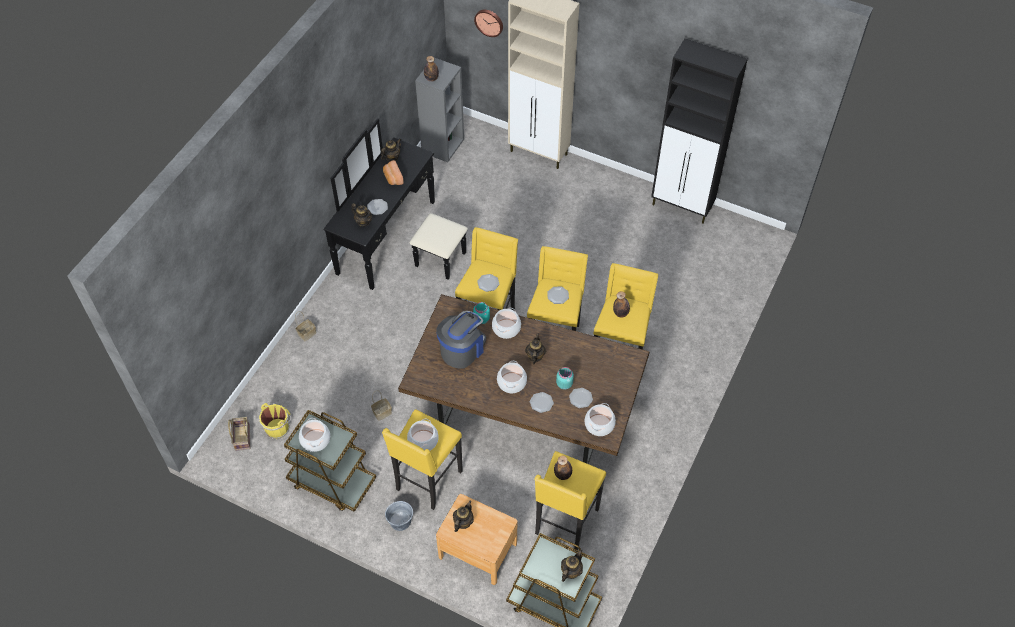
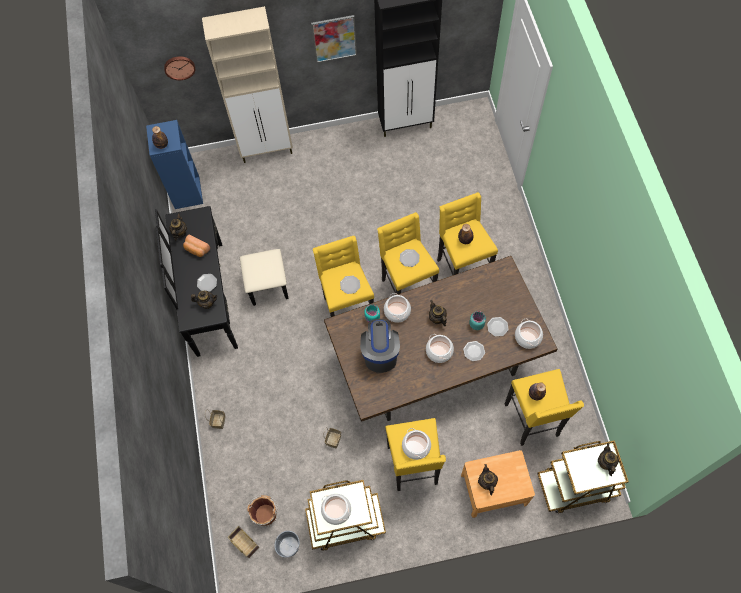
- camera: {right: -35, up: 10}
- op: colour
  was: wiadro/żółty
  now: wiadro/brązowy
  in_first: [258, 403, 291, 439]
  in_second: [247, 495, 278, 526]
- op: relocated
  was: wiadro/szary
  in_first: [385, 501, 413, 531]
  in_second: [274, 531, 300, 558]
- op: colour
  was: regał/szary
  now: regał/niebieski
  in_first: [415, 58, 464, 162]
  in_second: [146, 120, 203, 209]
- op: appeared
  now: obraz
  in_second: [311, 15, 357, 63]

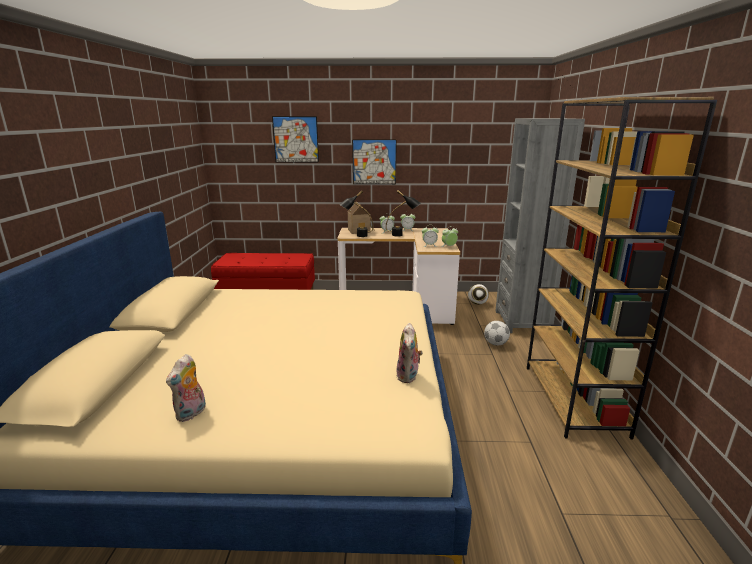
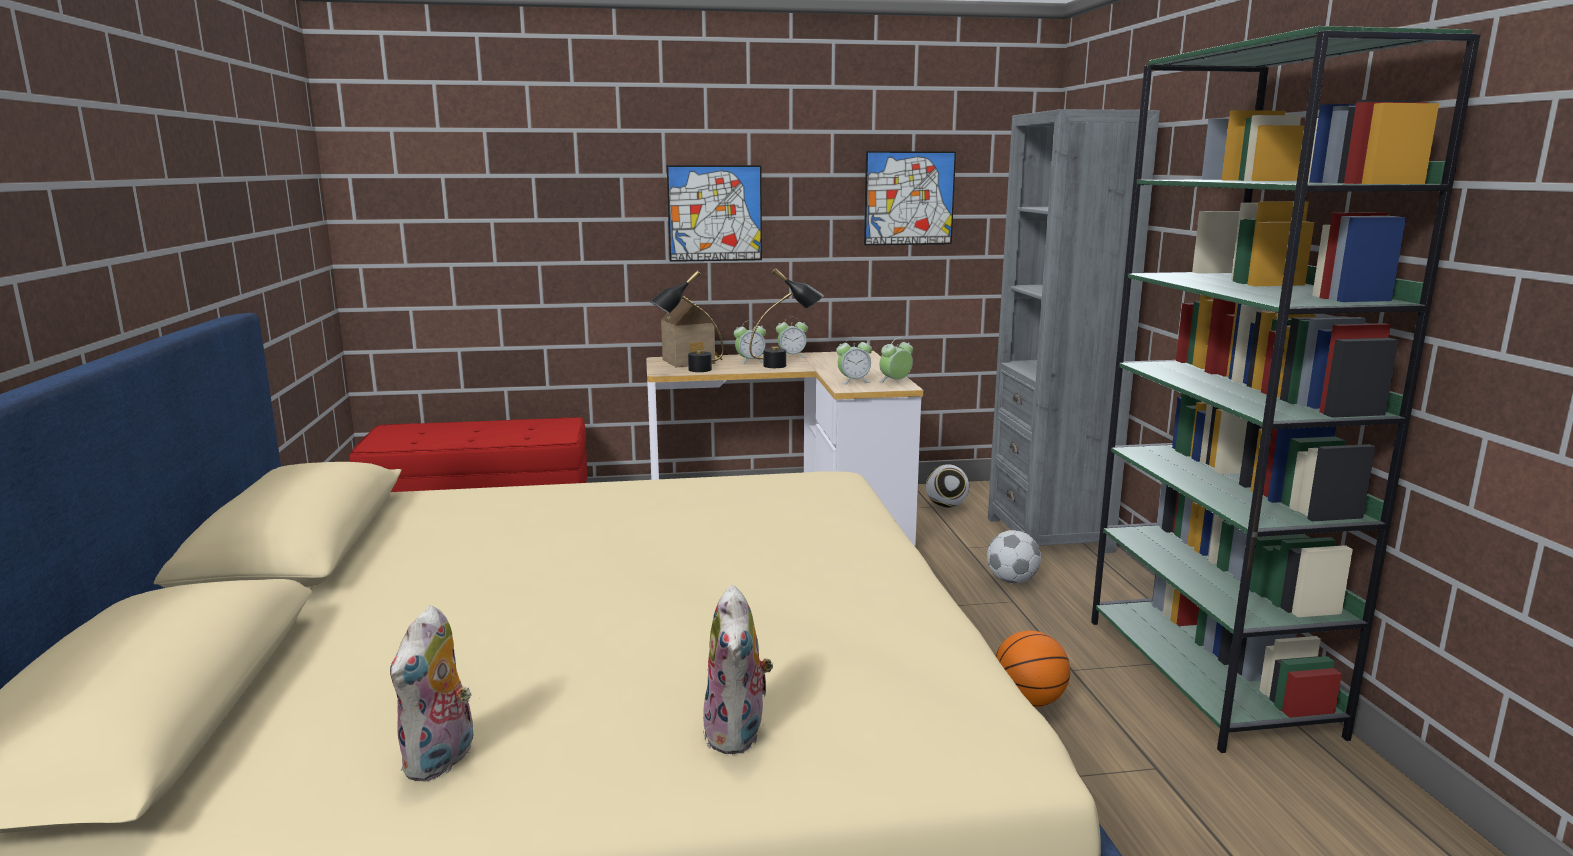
- camera: {right: -10, up: -5}
- op: relocated
  was: obraz
  in_first: [272, 116, 319, 163]
  in_second: [864, 151, 956, 245]
- op: relocated
  was: pluszak
  in_first: [396, 323, 423, 383]
  in_second: [703, 585, 773, 755]
- op: colour
  was: regał/brązowy
  now: regał/zielony
  in_first: [527, 97, 717, 440]
  in_second: [1091, 26, 1481, 753]
- op: appeared
  now: piłka do koszykówki
  in_second: [995, 631, 1070, 707]

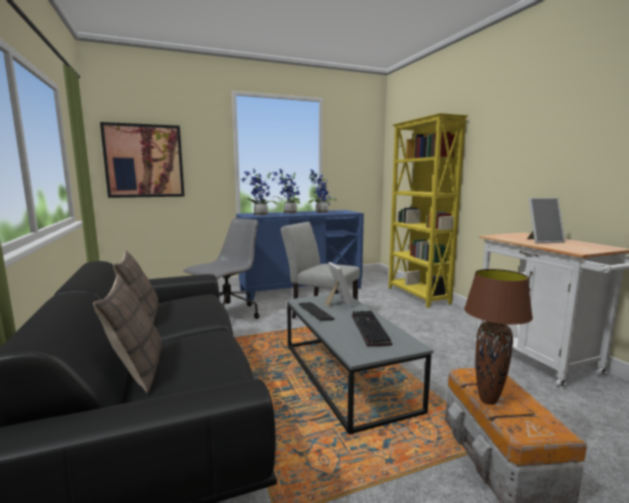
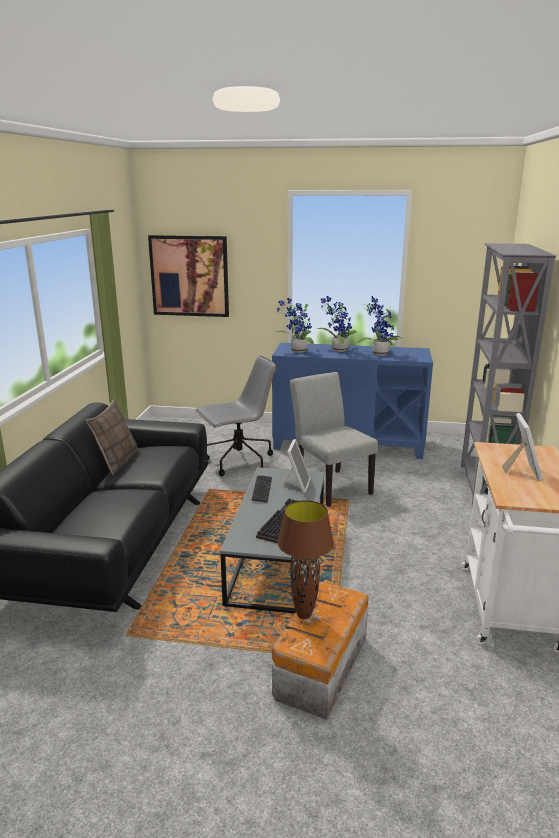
- camera: {right: 30, up: 10}
- op: missing
  was: poduszka
  in_first: [93, 274, 162, 393]
- op: colour
  was: regał/żółty
  now: regał/szary
  in_first: [388, 113, 468, 308]
  in_second: [461, 243, 556, 507]
- op: spun
  was: ramka na zdjęcie
  in_first: [527, 198, 565, 243]
  in_second: [502, 413, 543, 481]
  clockwise: -105

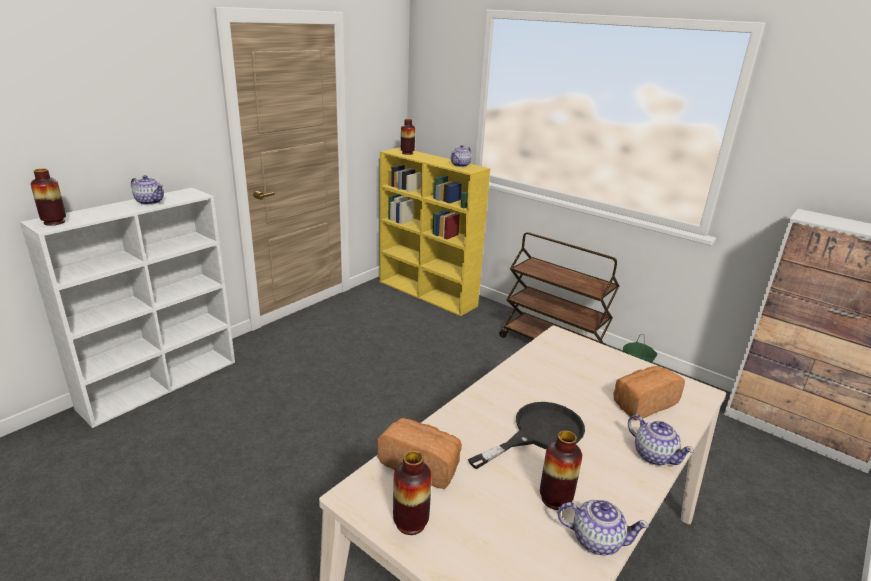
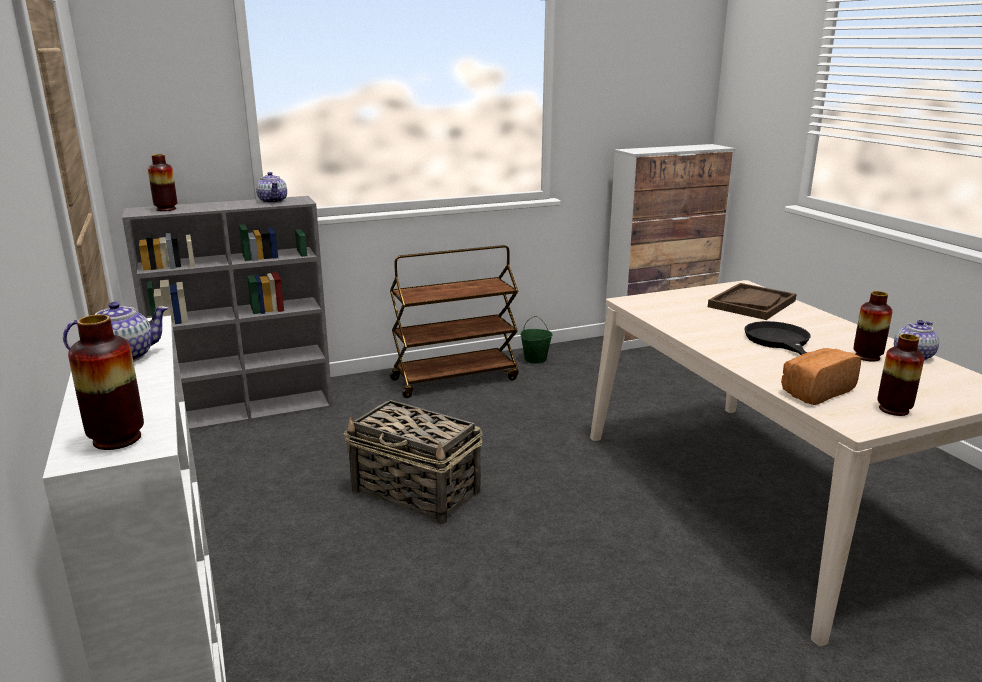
- camera: {right: -60, up: -5}
- op: colour
  was: regał/żółty
  now: regał/szary
  in_first: [379, 147, 490, 316]
  in_second: [122, 196, 333, 431]
- op: exchanged
  was: chleb
  now: taca/brązowy
  in_first: [613, 366, 685, 420]
  in_second: [708, 283, 796, 320]
- op: missing
  was: imbryk
  in_first: [628, 414, 694, 466]
- op: appeared
  now: koszyk
  in_second: [344, 400, 483, 525]

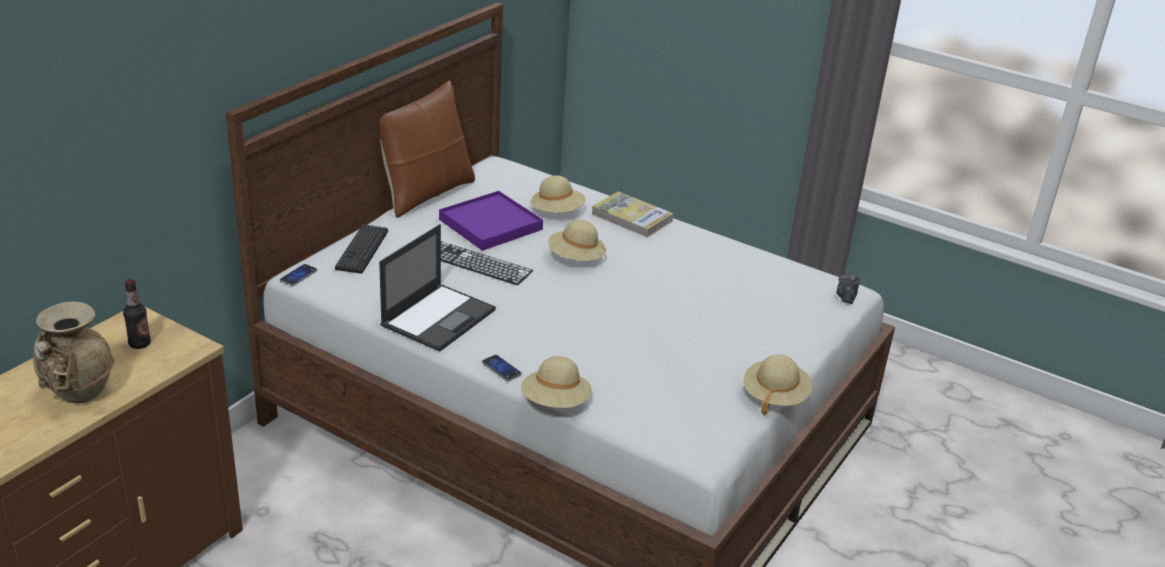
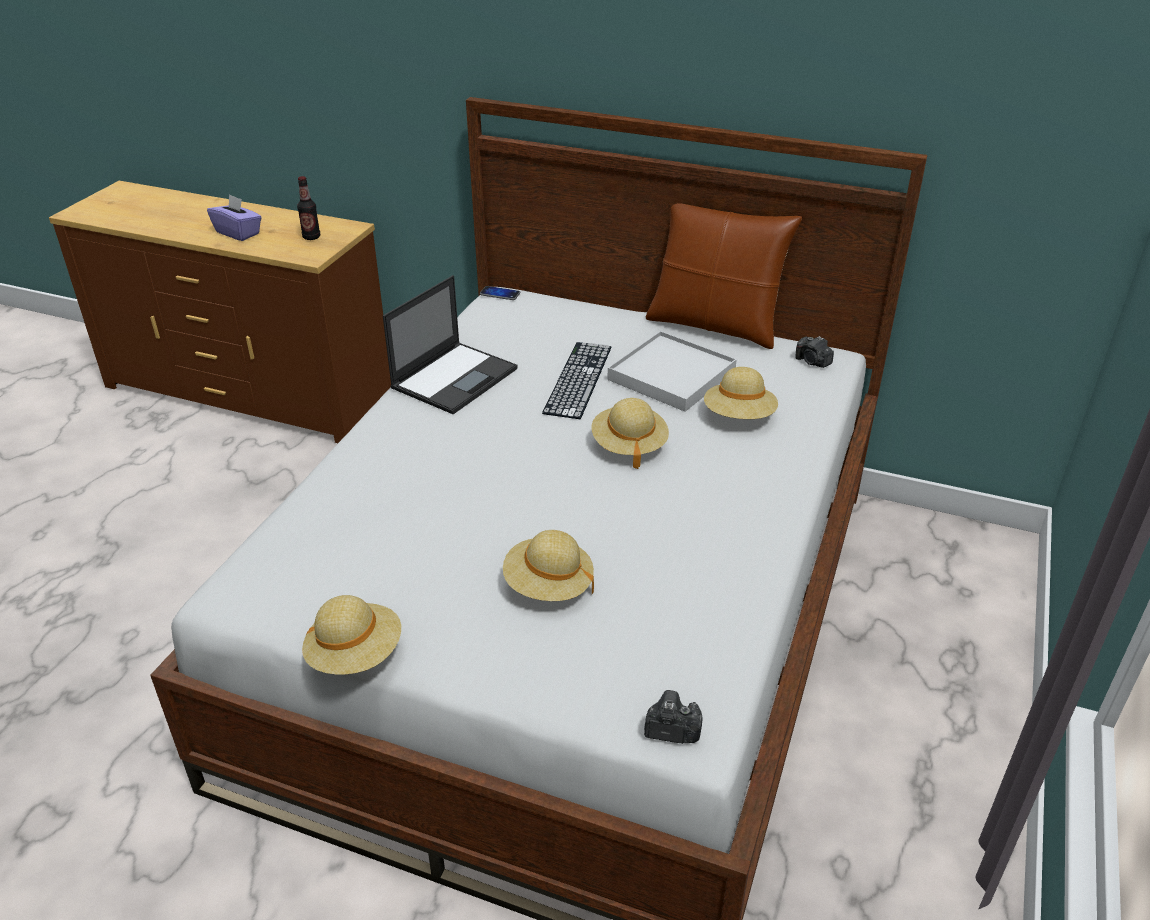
- camera: {right: 80, up: 5}
- op: exchanged
  was: wazon/beżowy
  now: pudełko chusteczek/fioletowy
  in_first: [33, 302, 114, 403]
  in_second: [207, 194, 262, 241]
- op: missing
  was: klawiatura
  in_first: [335, 224, 388, 273]
- op: spun
  was: laptop
  in_first: [379, 224, 496, 352]
  in_second: [383, 275, 518, 414]
  clockwise: -75
- op: colour
  was: taca/fioletowy
  now: taca/biały
  in_first: [439, 191, 543, 251]
  in_second: [607, 331, 737, 412]
- op: missing
  was: telefon
  in_first: [482, 355, 522, 381]
- op: relocated
  was: kapelusz/beżowy
  in_first: [521, 356, 592, 408]
  in_second: [503, 530, 594, 601]
- op: missing
  was: książka
  in_first: [592, 191, 673, 238]
- op: appeared
  now: aparat fotograficzny
  in_second: [796, 336, 834, 368]

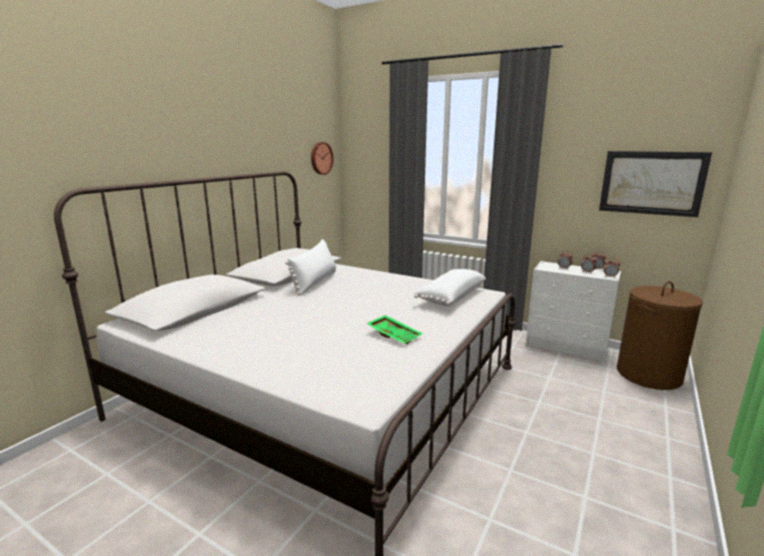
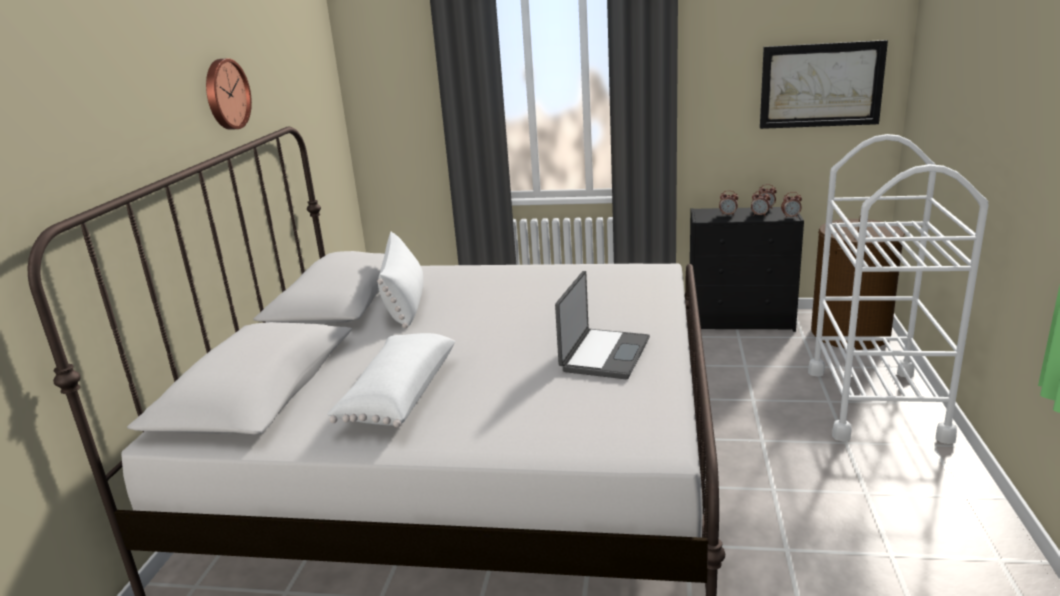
- camera: {right: -20, up: 5}
- op: relocated
  was: zegar ścienny
  in_first: [311, 142, 333, 175]
  in_second: [206, 58, 252, 130]
- op: exchanged
  was: taca/zielony
  now: laptop
  in_first: [366, 315, 423, 344]
  in_second: [555, 271, 650, 379]
- op: relocated
  was: poduszka/biały
  in_first: [413, 269, 486, 306]
  in_second: [327, 333, 455, 427]
- op: colour
  was: komoda/biały
  now: komoda/czarny
  in_first: [526, 261, 621, 364]
  in_second: [690, 207, 804, 332]
- op: appeared
  now: wózek/biały
  in_second: [808, 134, 989, 444]

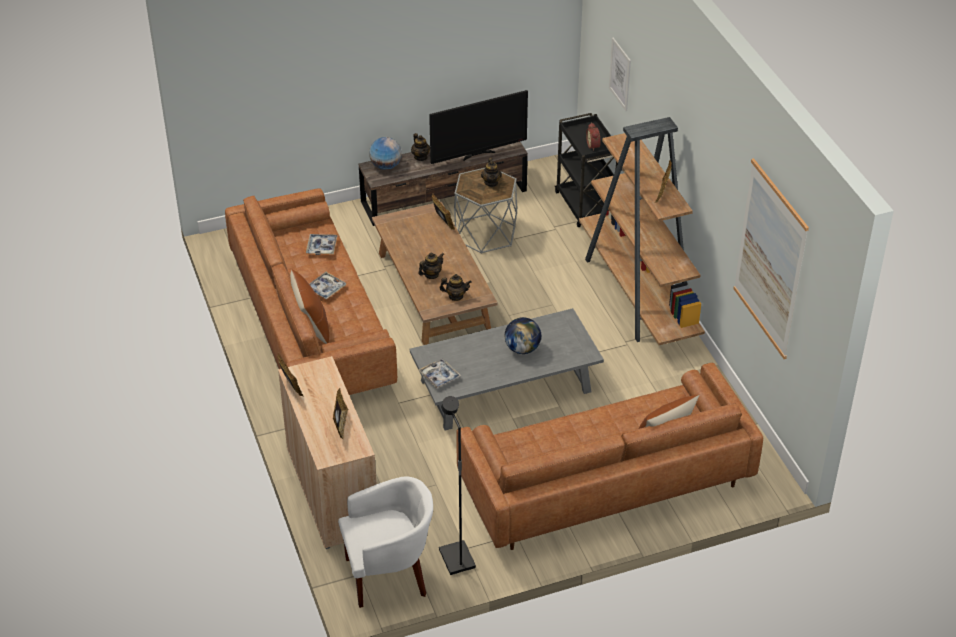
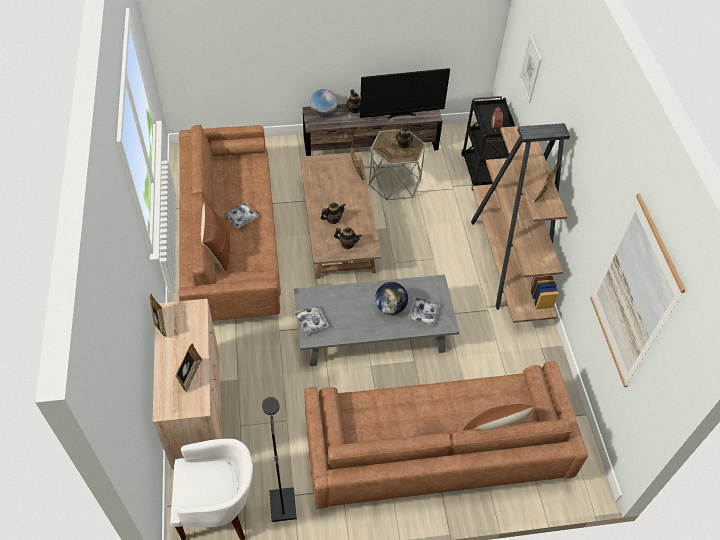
- camera: {right: 10, up: 10}
- op: relocated
  was: taca
  in_first: [306, 234, 338, 255]
  in_second: [408, 297, 440, 325]

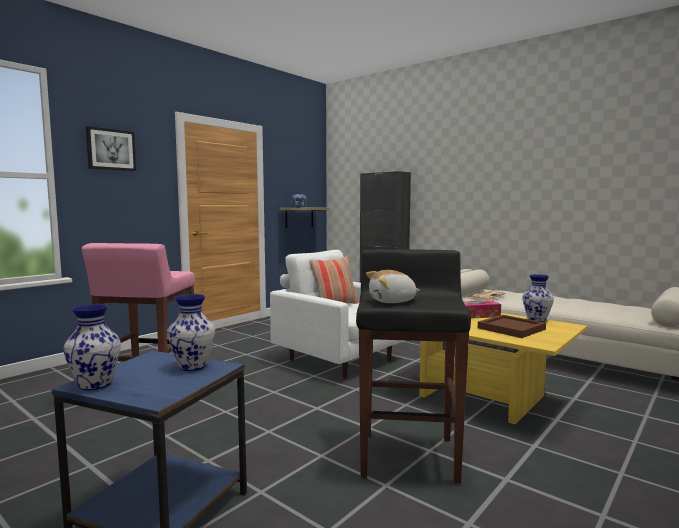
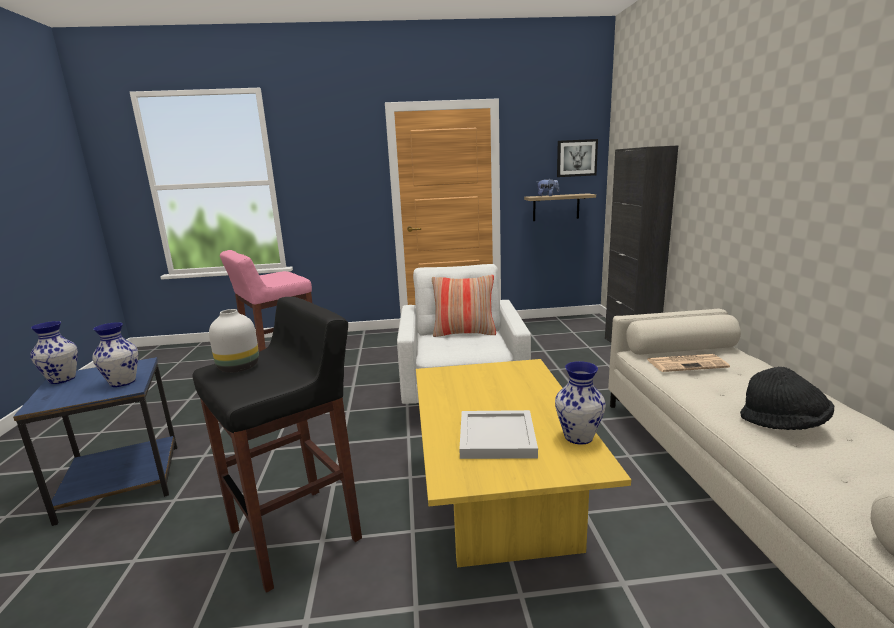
- camera: {right: 45, up: 10}
- op: relocated
  was: obraz
  in_first: [86, 126, 136, 171]
  in_second: [557, 139, 598, 177]
- op: exchanged
  was: pluszak
  now: wazon/biały
  in_first: [366, 270, 420, 303]
  in_second: [209, 309, 259, 373]
- op: missing
  was: pudełko chusteczek
  in_first: [463, 300, 501, 318]
- op: colour
  was: taca/brązowy
  now: taca/biały
  in_first: [478, 315, 546, 338]
  in_second: [459, 410, 538, 459]
- op: appeared
  now: kapelusz/czarny
  in_second: [740, 367, 834, 430]

